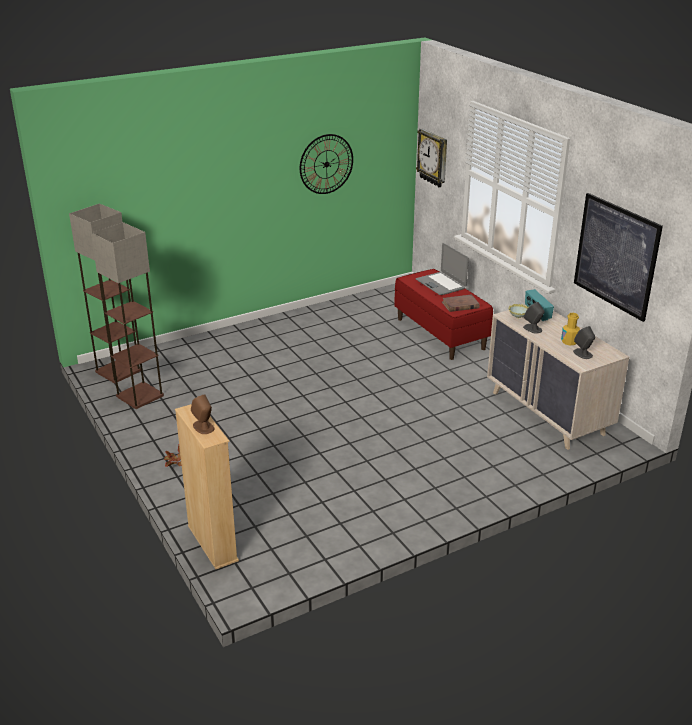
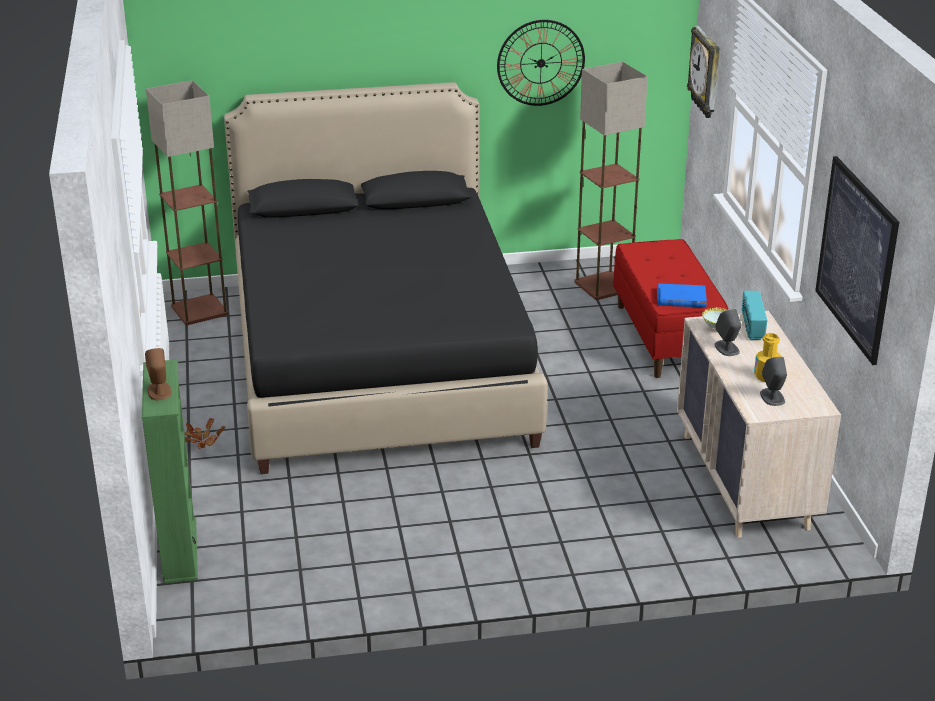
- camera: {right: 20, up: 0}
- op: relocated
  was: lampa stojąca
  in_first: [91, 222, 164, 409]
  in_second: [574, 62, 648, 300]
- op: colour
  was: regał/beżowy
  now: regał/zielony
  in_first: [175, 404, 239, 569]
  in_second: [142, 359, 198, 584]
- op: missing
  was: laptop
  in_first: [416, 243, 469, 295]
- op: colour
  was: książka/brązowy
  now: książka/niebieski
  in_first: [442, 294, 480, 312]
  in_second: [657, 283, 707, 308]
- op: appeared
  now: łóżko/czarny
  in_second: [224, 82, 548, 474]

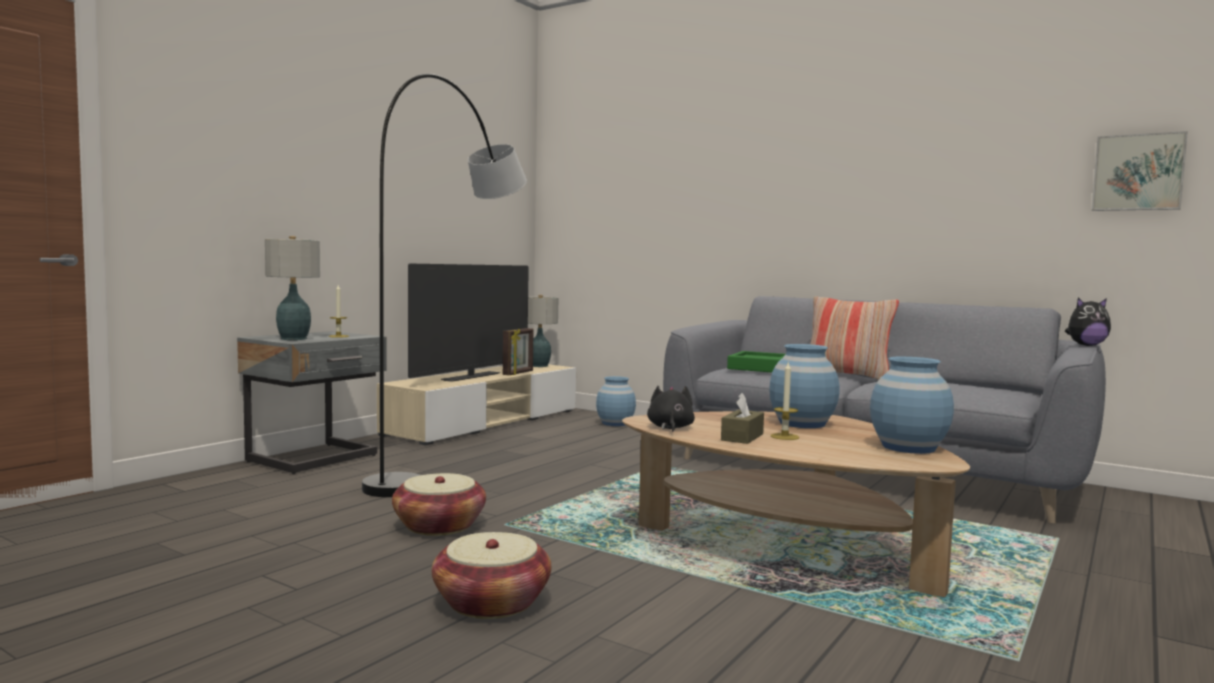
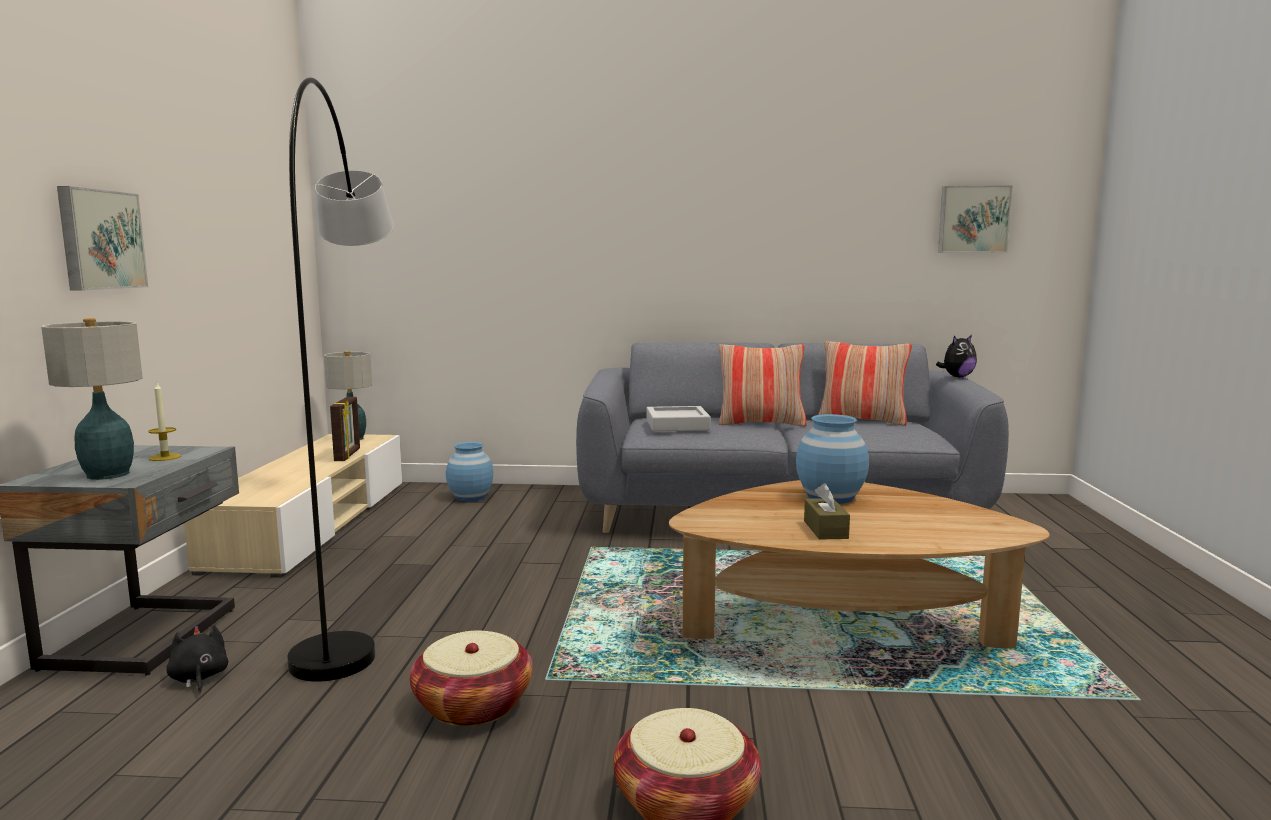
- camera: {right: -30, up: 5}
- op: missing
  was: telewizor
  in_first: [408, 263, 529, 382]
- op: relocated
  was: pluszak/czarny
  in_first: [647, 386, 695, 432]
  in_second: [166, 625, 228, 694]
- op: colour
  was: taca/zielony
  now: taca/szary
  in_first: [727, 351, 786, 373]
  in_second: [646, 406, 711, 431]
- op: missing
  was: świeca
  in_first: [771, 363, 799, 440]
- op: missing
  was: wazon/niebieski
  in_first: [870, 357, 954, 454]
- op: appeared
  now: obraz
  in_second: [57, 186, 148, 291]
- op: appeared
  now: poduszka
  in_second: [818, 341, 912, 426]

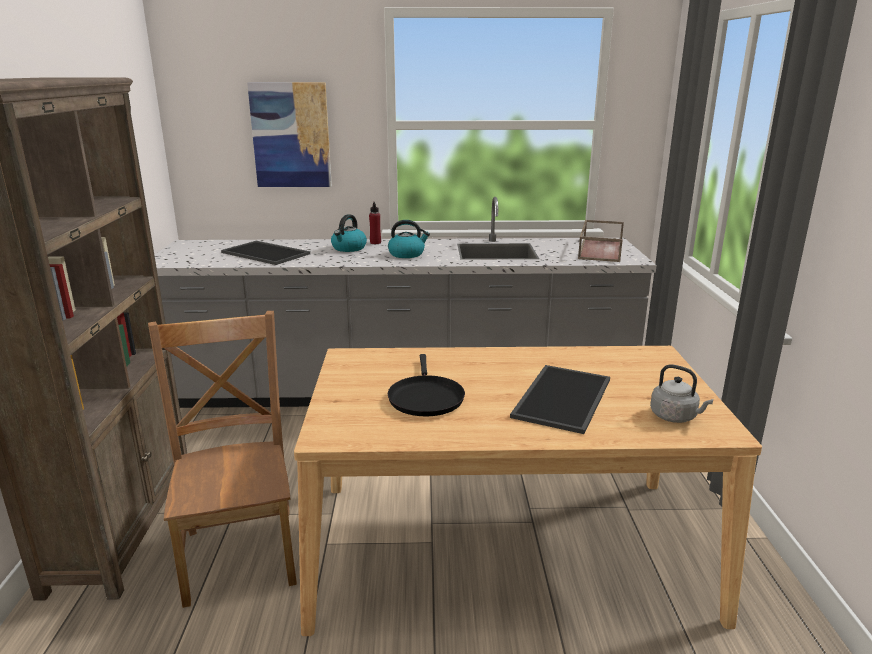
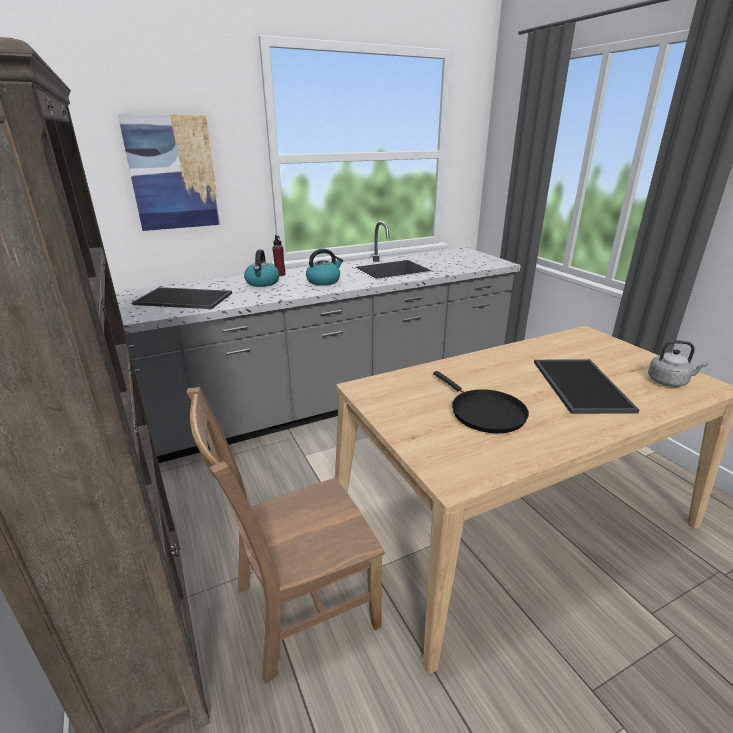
- camera: {right: -25, up: 5}
- op: spun
  was: krzesło/brązowy
  in_first: [148, 311, 297, 608]
  in_second: [187, 387, 385, 684]
  clockwise: -75
- op: missing
  was: taca/brązowy
  in_first: [578, 220, 624, 262]

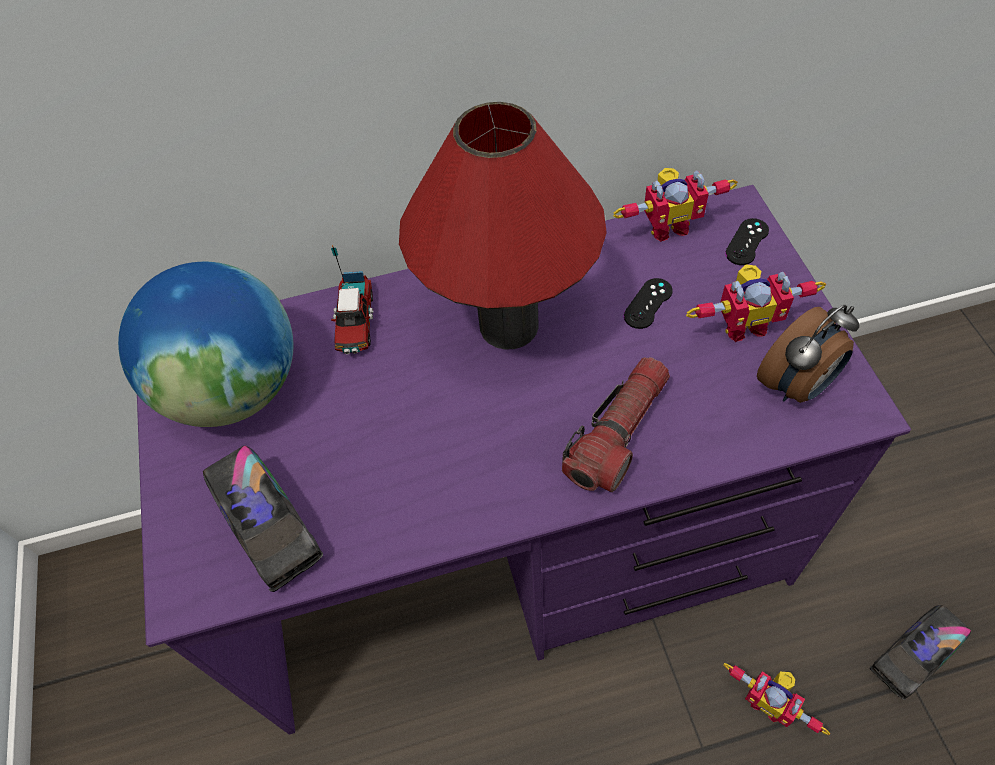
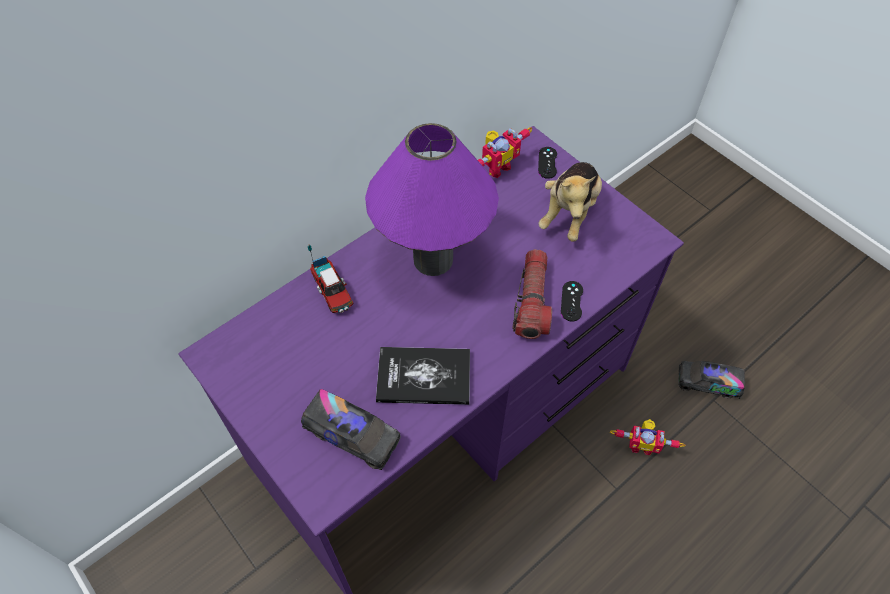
- camera: {right: -30, up: 0}
- op: missing
  was: globus
  in_first: [118, 262, 293, 427]
- op: colour
  was: lampa stołowa/czerwony
  now: lampa stołowa/fioletowy
  in_first: [399, 102, 607, 350]
  in_second: [365, 123, 499, 276]
- op: relocated
  was: pad do gier/czarny
  in_first: [624, 278, 673, 329]
  in_second: [561, 281, 583, 322]
- op: exchanged
  was: robot zabawkowy
  now: pluszak
  in_first: [686, 264, 826, 342]
  in_second: [539, 162, 602, 242]
- op: missing
  was: budzik
  in_first: [757, 305, 860, 403]
- op: spun
  was: ciężarówka zabawkowa
  in_first: [870, 605, 971, 700]
  in_second: [678, 361, 745, 399]
  clockwise: 75
- op: appeared
  now: książka
  in_second: [376, 347, 470, 405]

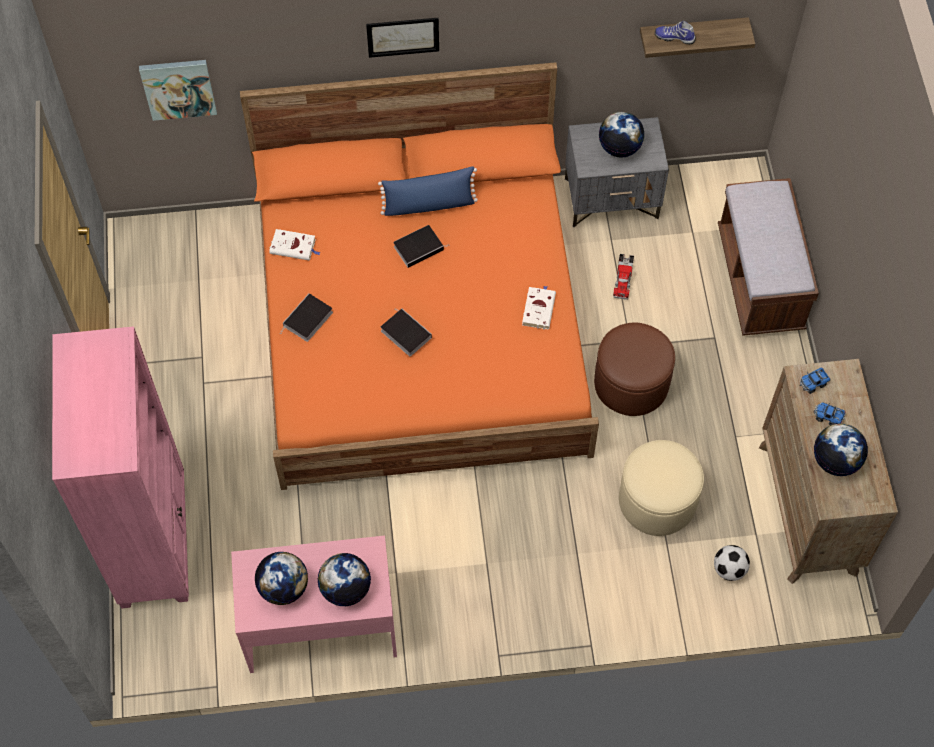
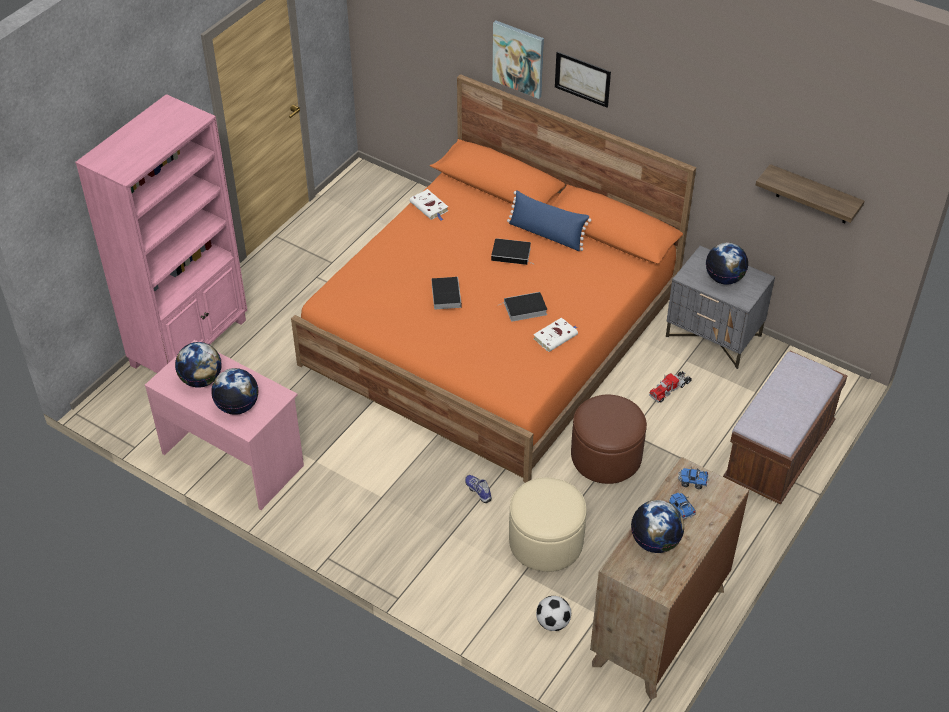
- camera: {right: 40, up: -15}
- op: relocated
  was: obraz
  in_first: [139, 60, 217, 121]
  in_second: [492, 21, 544, 99]
- op: relocated
  was: książka
  in_first: [280, 294, 333, 342]
  in_second: [497, 292, 547, 322]
- op: relocated
  was: but
  in_first: [655, 21, 696, 45]
  in_second: [465, 475, 492, 503]

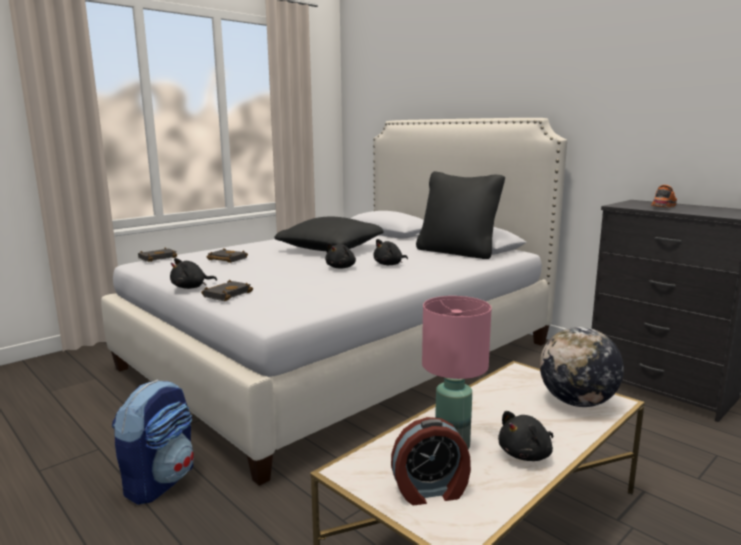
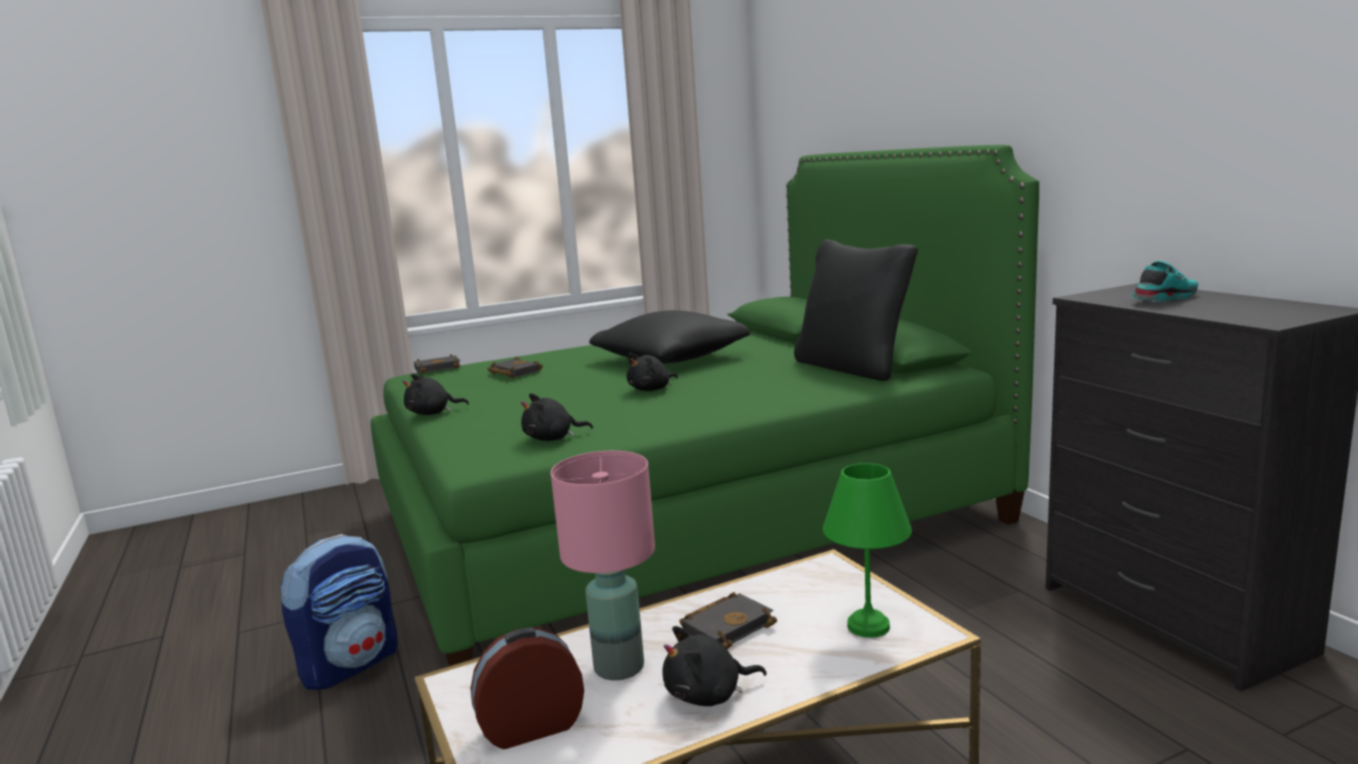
- camera: {right: 20, up: 0}
- op: colour
  was: łóżko/biały
  now: łóżko/zielony
  in_first: [101, 118, 567, 486]
  in_second: [371, 145, 1039, 666]
- op: relocated
  was: książka/czarny
  in_first: [201, 280, 253, 301]
  in_second: [679, 592, 777, 649]
- op: relocated
  was: pluszak/czarny
  in_first: [373, 239, 408, 265]
  in_second: [521, 393, 593, 441]
- op: spun
  was: budzik
  in_first: [391, 417, 471, 505]
  in_second: [470, 627, 584, 749]
  clockwise: 150
- op: exchanged
  was: globus
  now: lampa stołowa/zielony
  in_first: [540, 327, 624, 407]
  in_second: [823, 463, 912, 638]
- op: colour
  was: but/pomarańczowy
  now: but/turkusowy
  in_first: [652, 185, 677, 208]
  in_second: [1132, 261, 1198, 302]

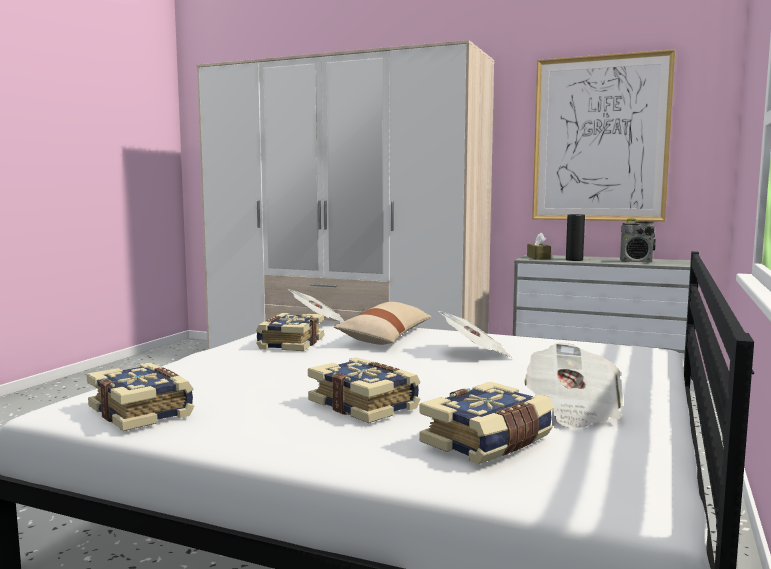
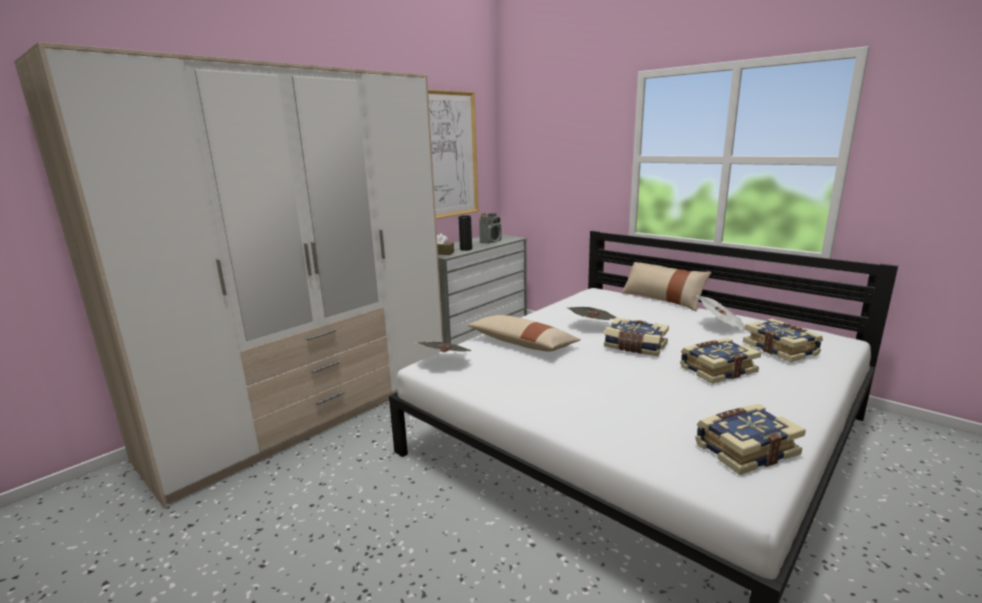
- camera: {right: -70, up: 10}
- op: relocated
  was: książka
  in_first: [256, 313, 324, 351]
  in_second: [604, 318, 669, 356]
- op: appeared
  now: poduszka/beżowy
  in_second: [621, 262, 711, 311]

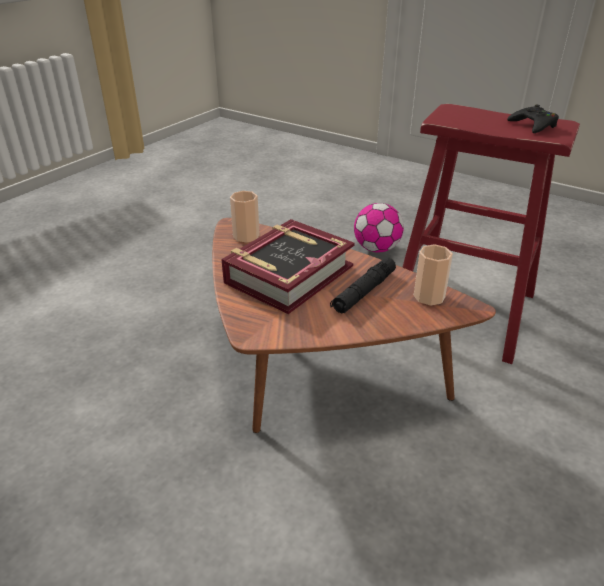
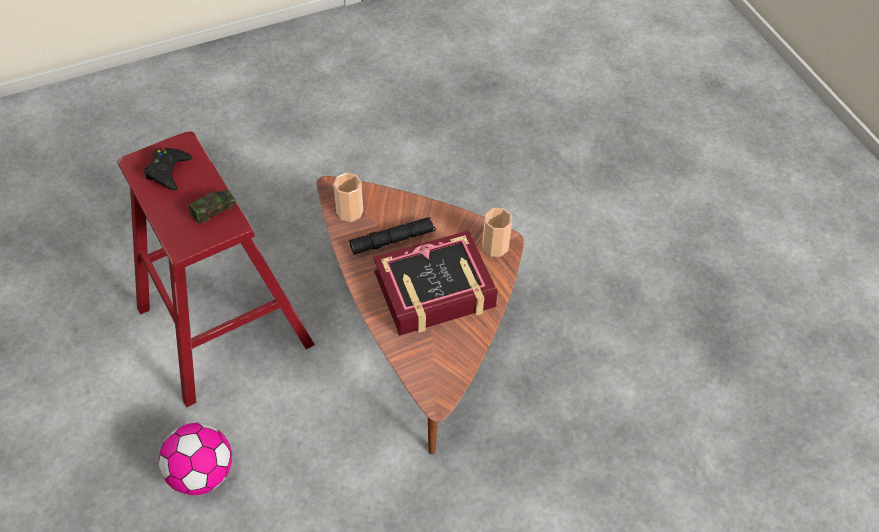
- camera: {right: -150, up: 20}
- op: relocated
  was: filiżanka
  in_first: [230, 191, 260, 243]
  in_second: [482, 208, 512, 257]
- op: appeared
  now: samochodzik
  in_second: [189, 190, 236, 224]

